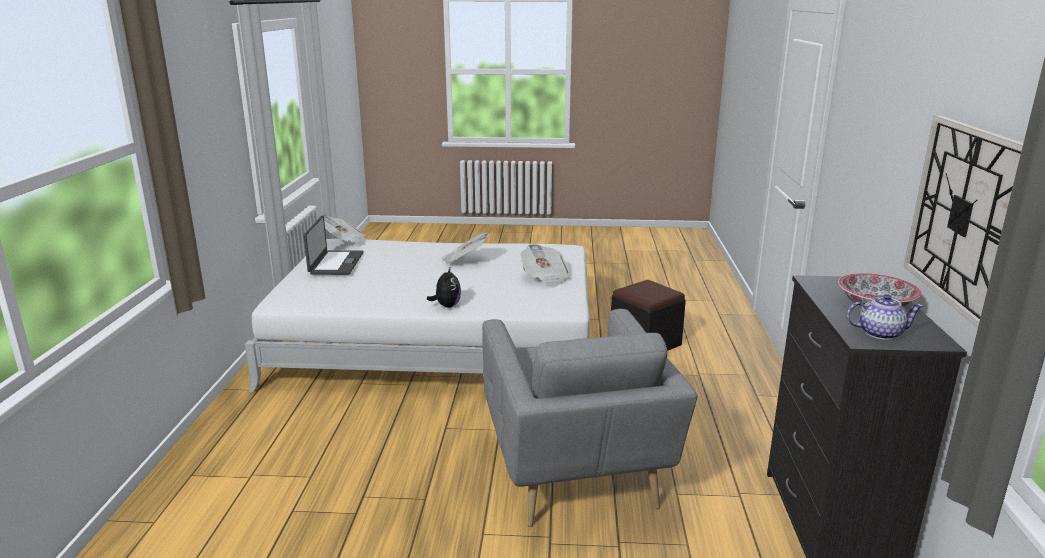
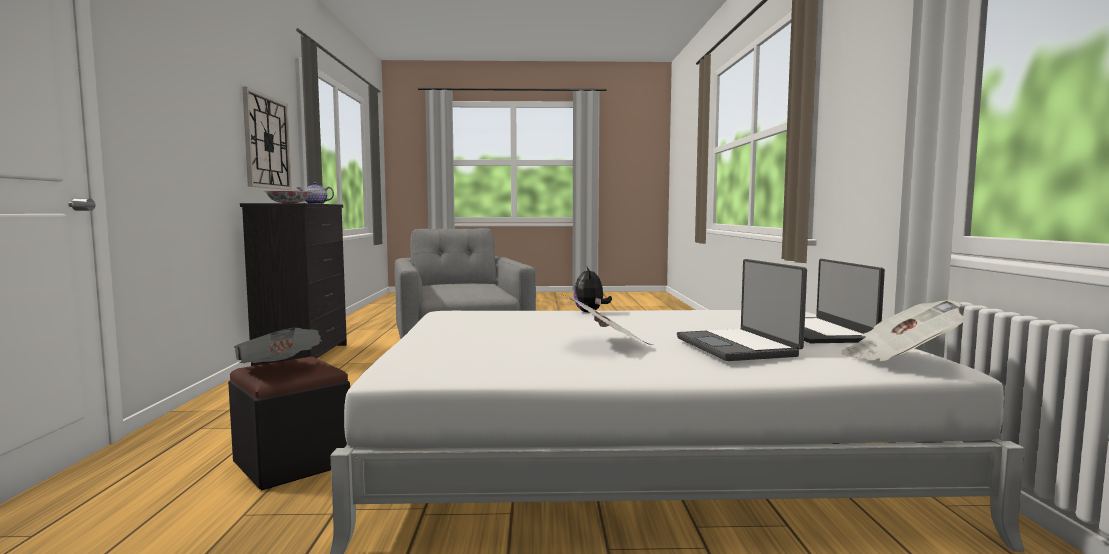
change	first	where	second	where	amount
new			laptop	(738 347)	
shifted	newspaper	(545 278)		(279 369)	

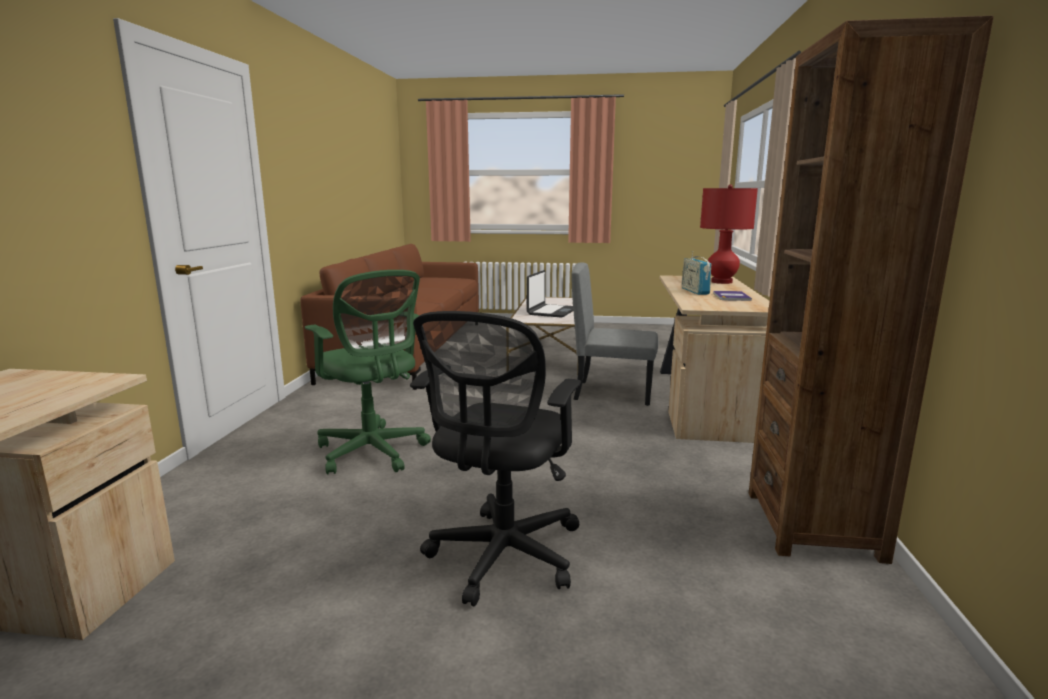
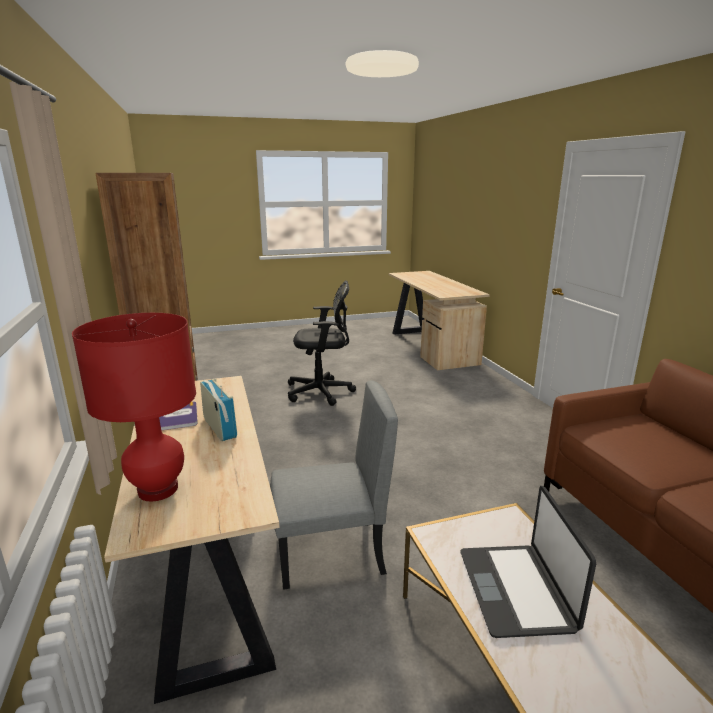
change	first	where	second	where	amount
gone	green office chair	(373 453)			
rotated	black office chair	(501 558)		(322 392)	90 degrees clockwise

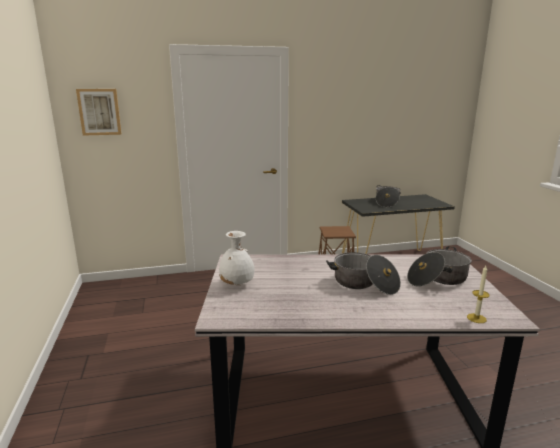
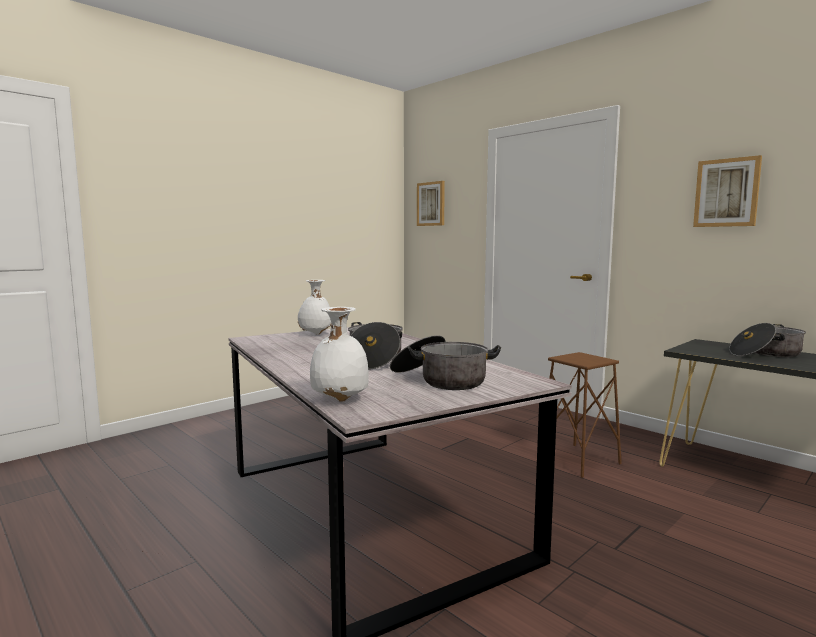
change	first	where	second	where	amount
new			picture	(726 193)	
swapped	candle	(476 318)	white vase	(339 399)	

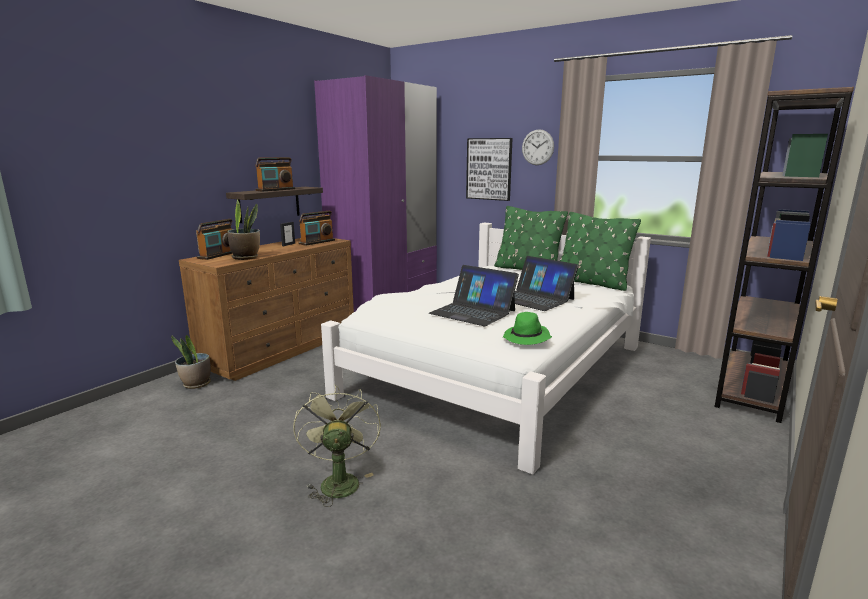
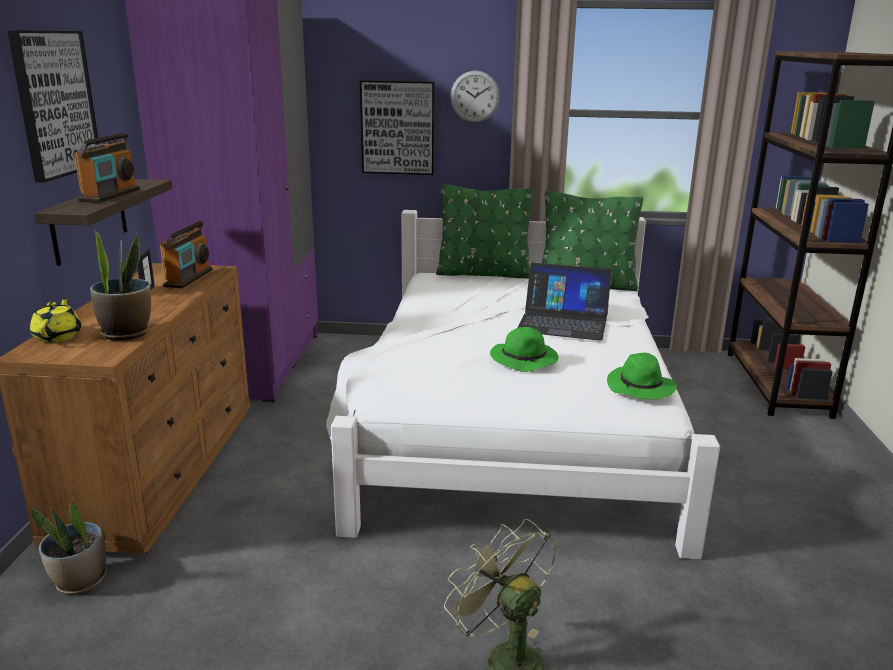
change	first	where	second	where	amount
new			picture	(54 104)	
swapped	radio	(218 255)	yellow teapot	(58 336)	
swapped	laptop	(473 312)	green hat	(525 359)	

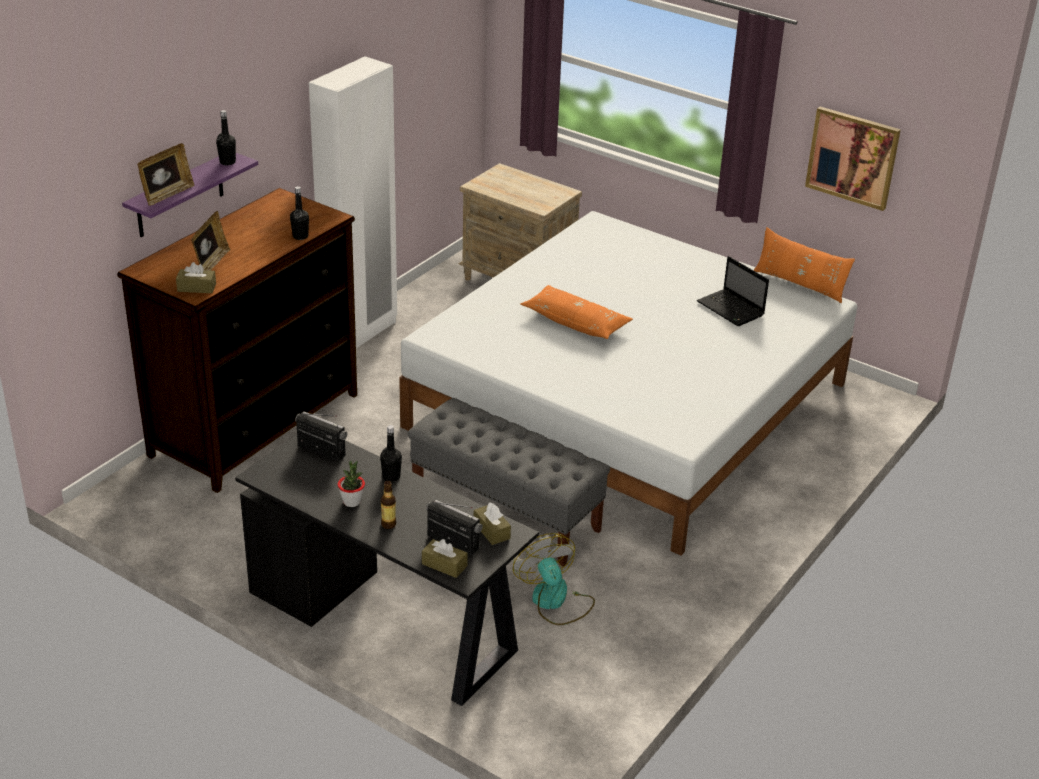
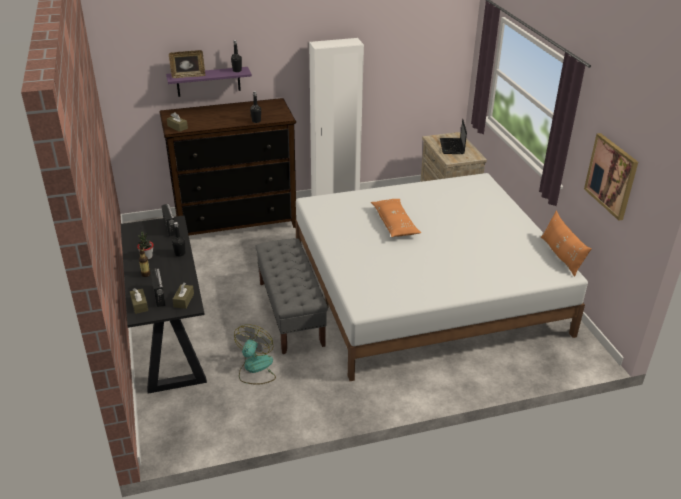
change	first	where	second	where	amount
gone	picture frame	(211 263)			
shifted	laptop	(731 309)		(452 147)	

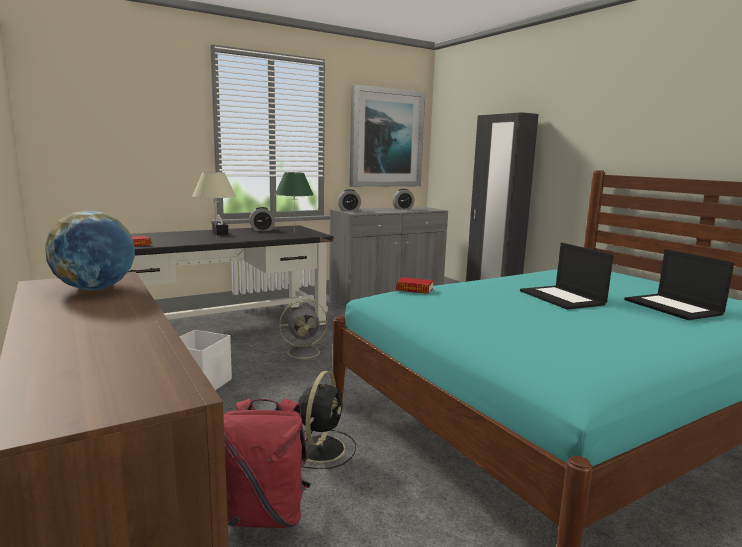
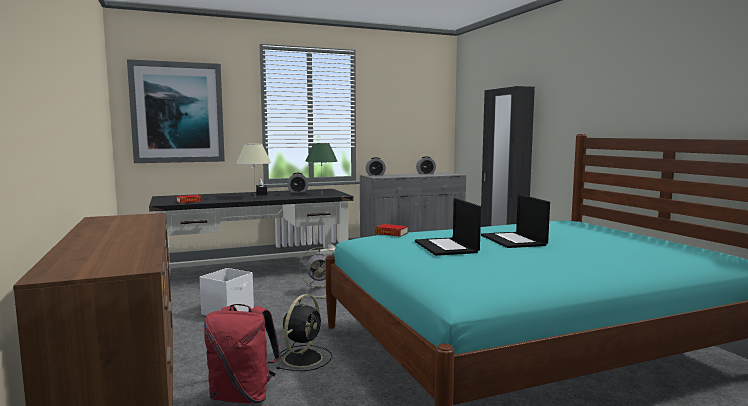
change	first	where	second	where	amount
gone	globe	(95 289)			
shifted	picture	(386 138)		(177 112)	
shifted	laptop	(674 307)		(446 247)	

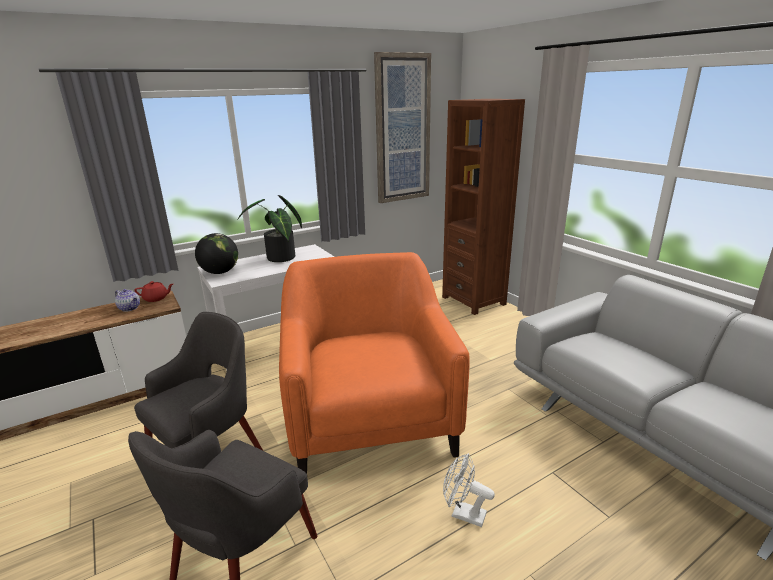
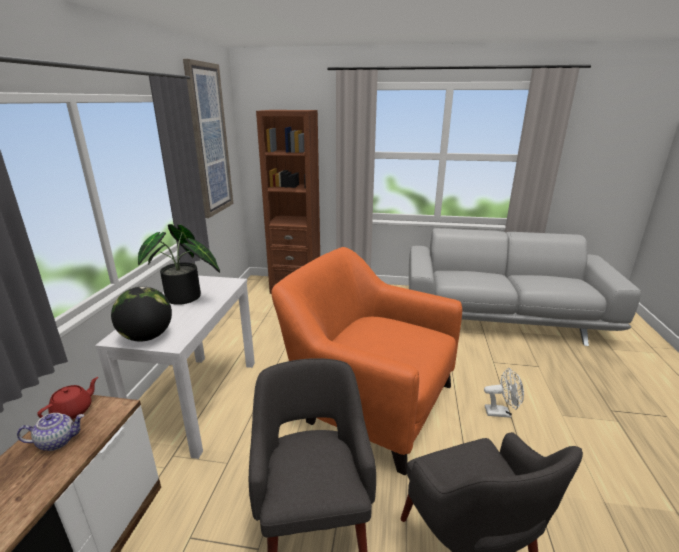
change	first	where	second	where	amount
rotated	white fan	(463 514)		(501 412)	150 degrees counterclockwise

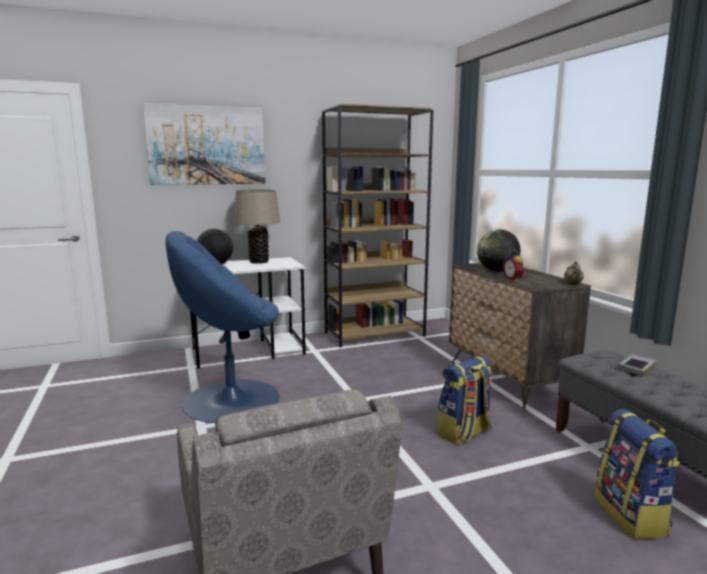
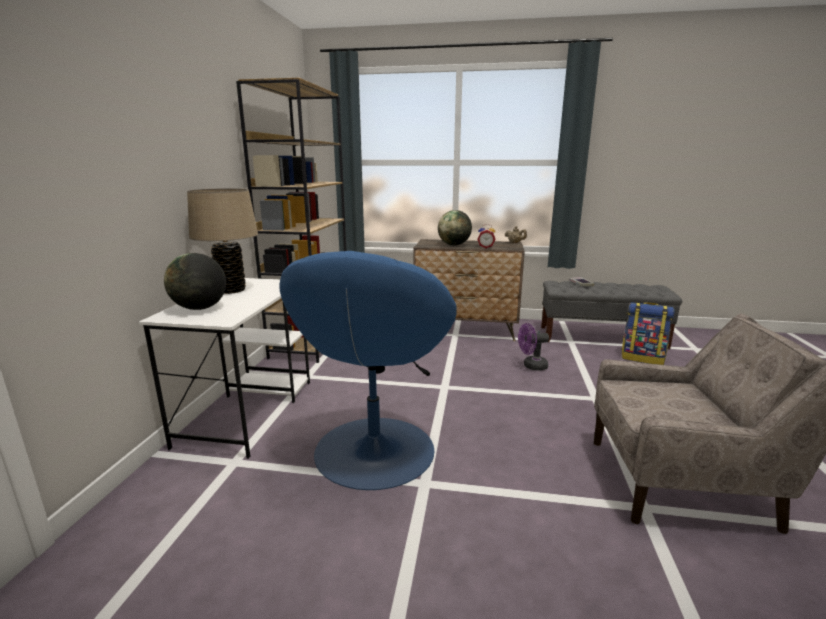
change	first	where	second	where	amount
gone	picture	(207 145)			
swapped	backpack	(464 433)	purple fan	(531 366)	

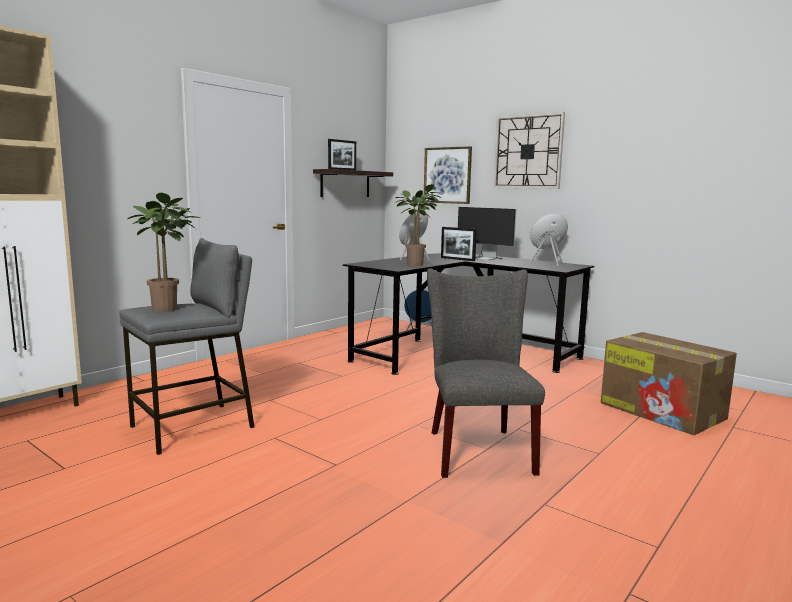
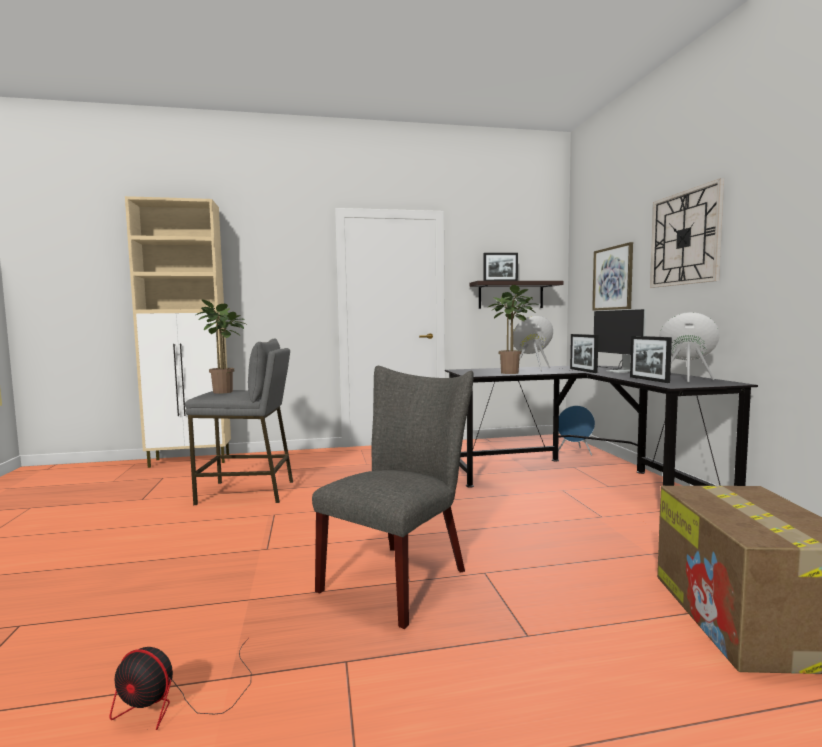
change	first	where	second	where	amount
new			fan	(179 701)	
new			picture frame	(648 380)	

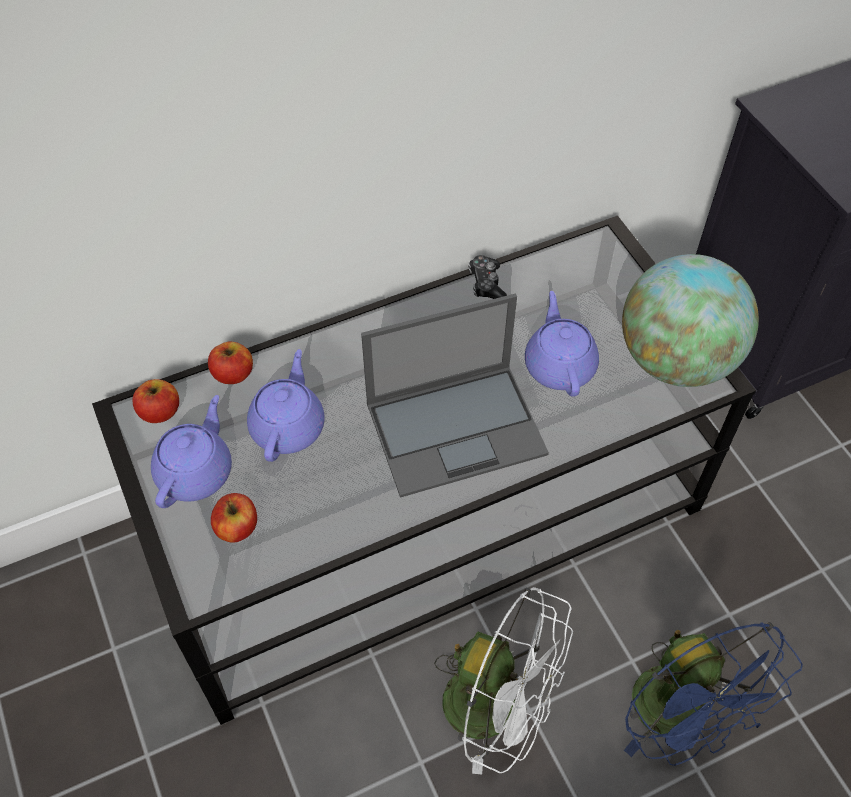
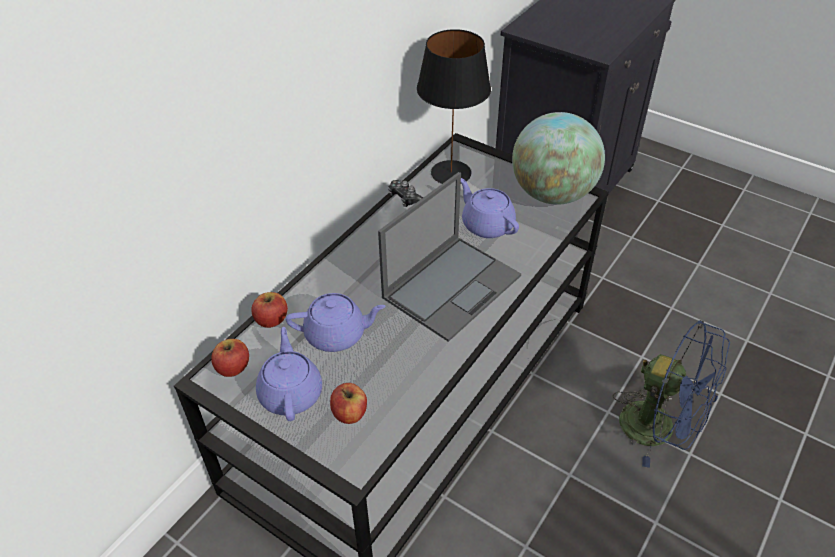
change	first	where	second	where	amount
gone	white fan	(497 708)			
new			black table lamp	(451 173)	
rotated	purple teapot	(288 426)		(337 334)	105 degrees clockwise

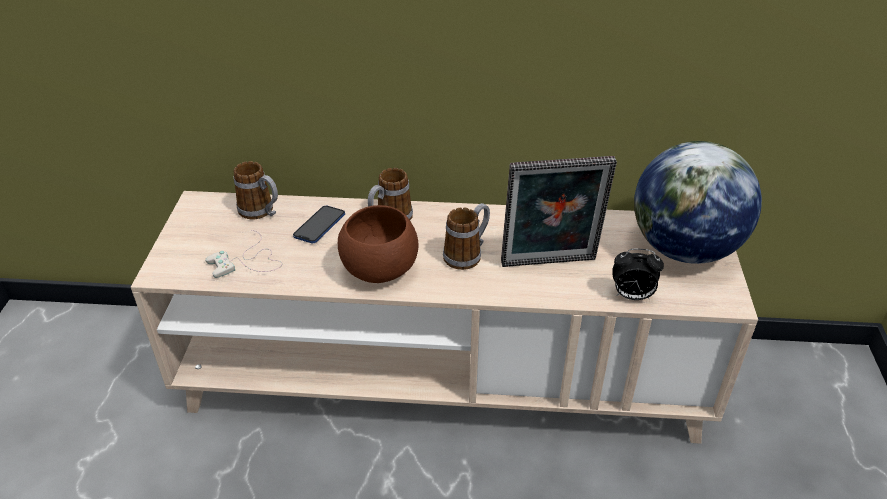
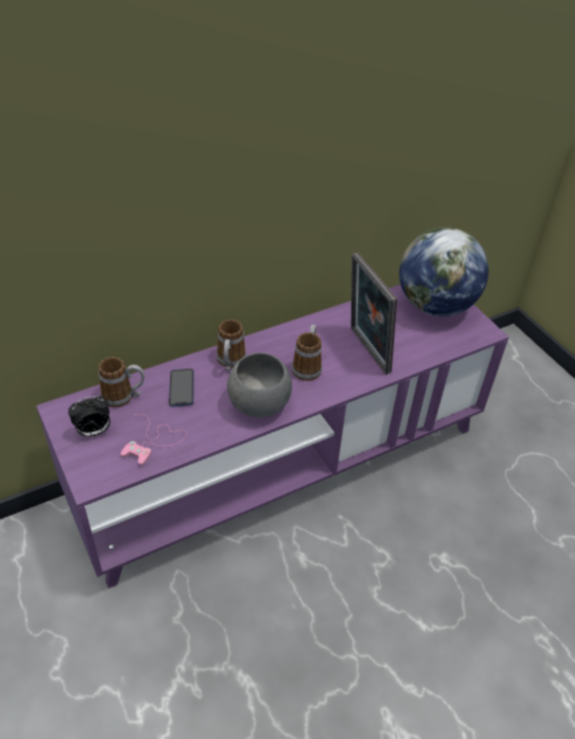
change	first	where	second	where	amount
shifted	alarm clock	(631 296)		(94 432)	
repainted	beige tv stand	(443 378)	purple tv stand	(282 466)	
repainted	white game controller	(247 261)	pink game controller	(153 441)	
repainted	brown bowl	(379 270)	grey bowl	(258 404)	
rotated	picture frame	(549 264)		(366 351)	105 degrees clockwise

